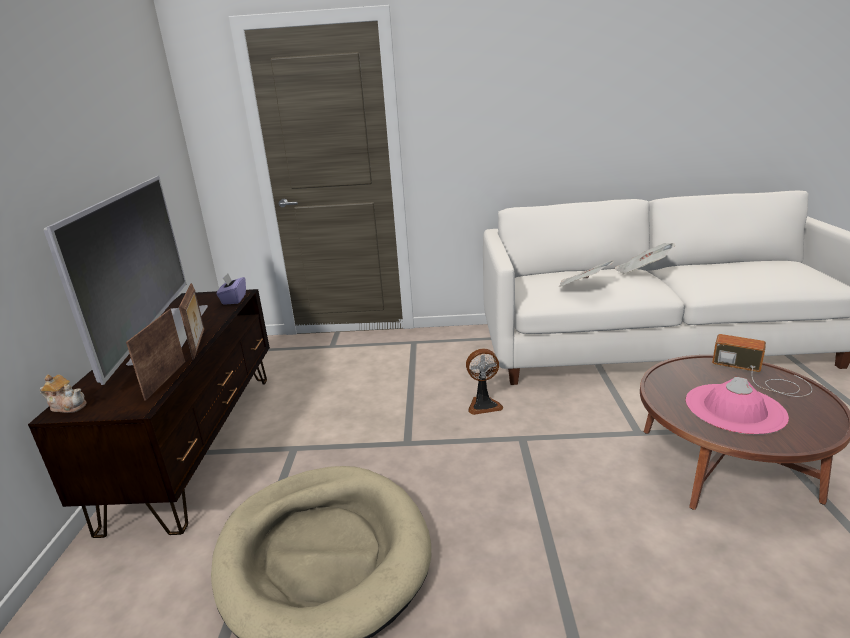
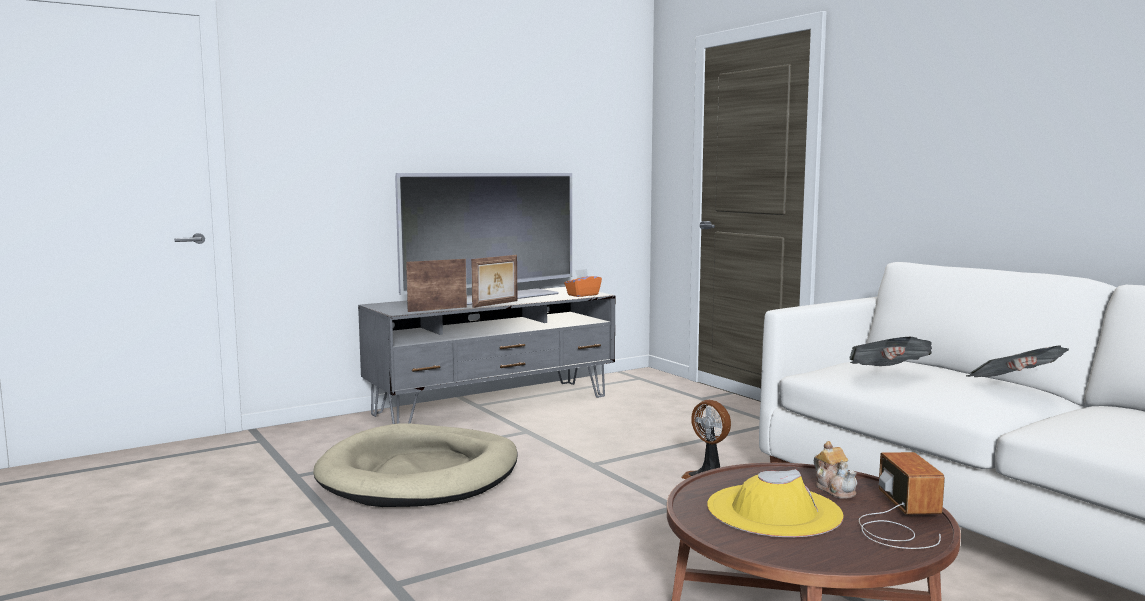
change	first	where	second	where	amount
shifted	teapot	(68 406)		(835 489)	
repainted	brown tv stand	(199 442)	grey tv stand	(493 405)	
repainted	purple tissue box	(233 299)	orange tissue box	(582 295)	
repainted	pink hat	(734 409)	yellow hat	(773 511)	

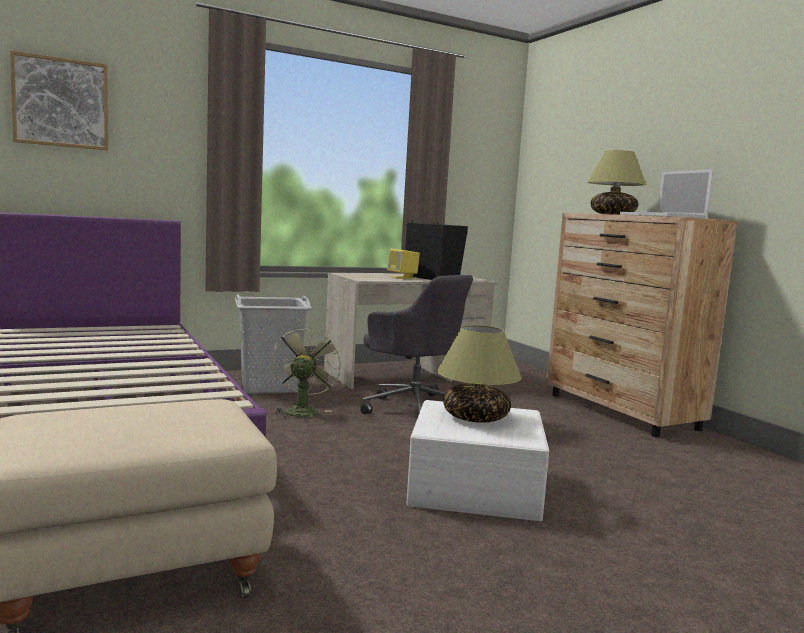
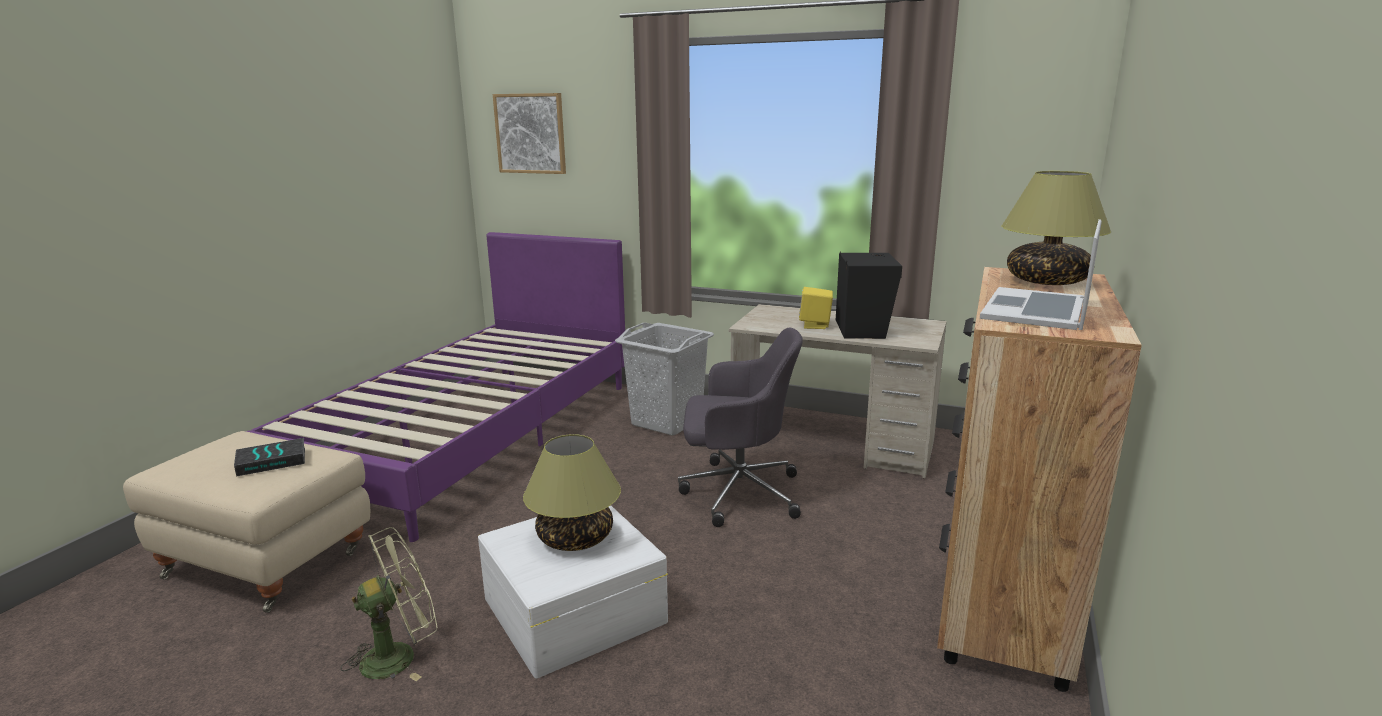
change	first	where	second	where	amount
new			book	(272 461)	
shifted	green fan	(302 410)		(399 655)	
rotated	grey office chair	(414 408)		(737 492)	90 degrees counterclockwise

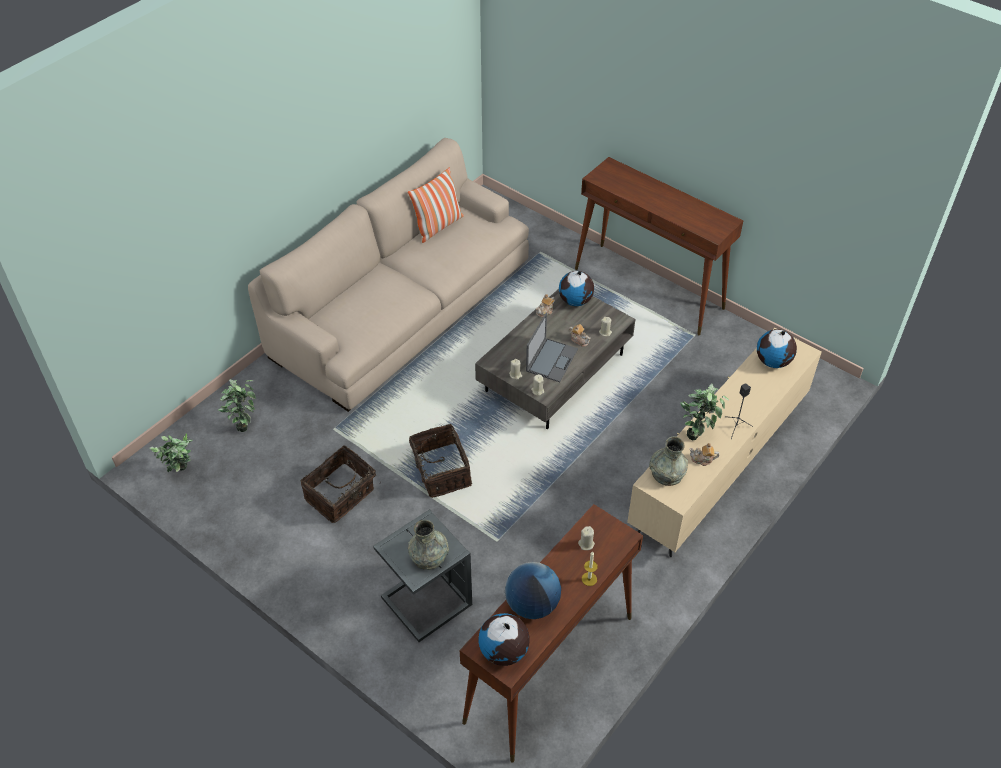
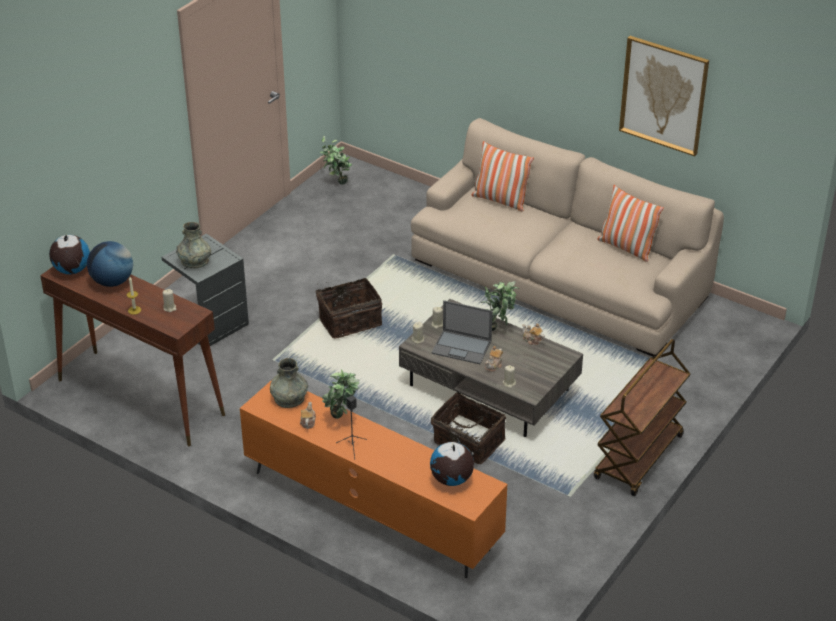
change	first	where	second	where	amount
gone	globe	(576 301)			
new			pillow	(500 200)	
new			picture	(663 95)	
shifted	potted plant	(243 423)		(498 328)	
shifted	basket	(341 495)		(467 442)	
swapped	brown console table	(649 288)	brown cart	(639 458)	
repainted	beige tv stand	(718 467)	orange tv stand	(372 510)	

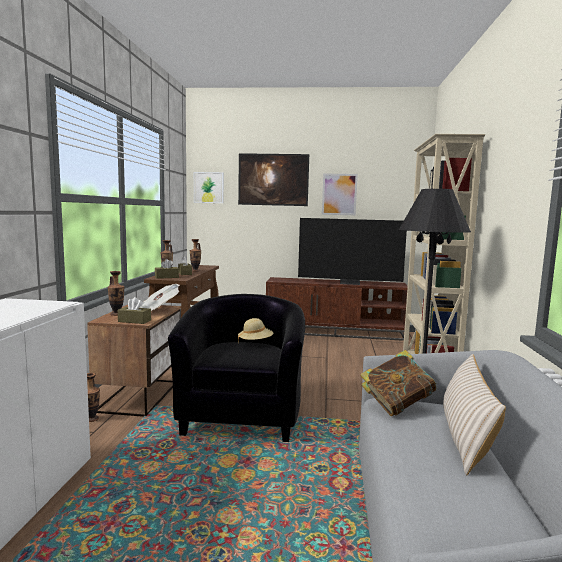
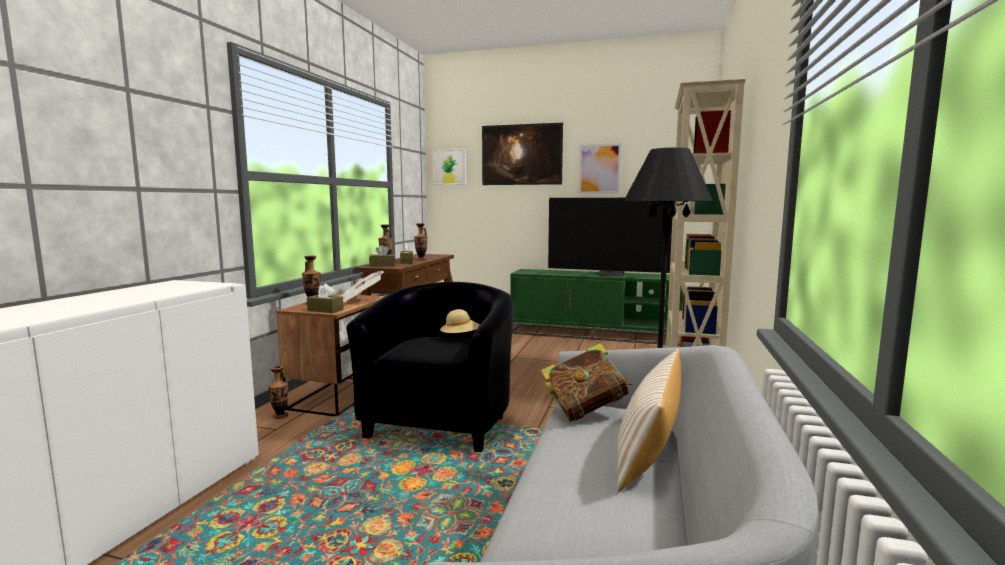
change	first	where	second	where	amount
repainted	brown tv stand	(335 332)	green tv stand	(594 334)	

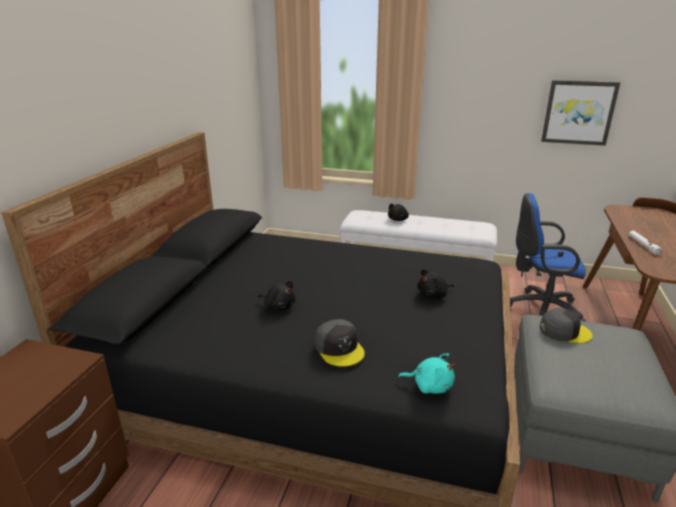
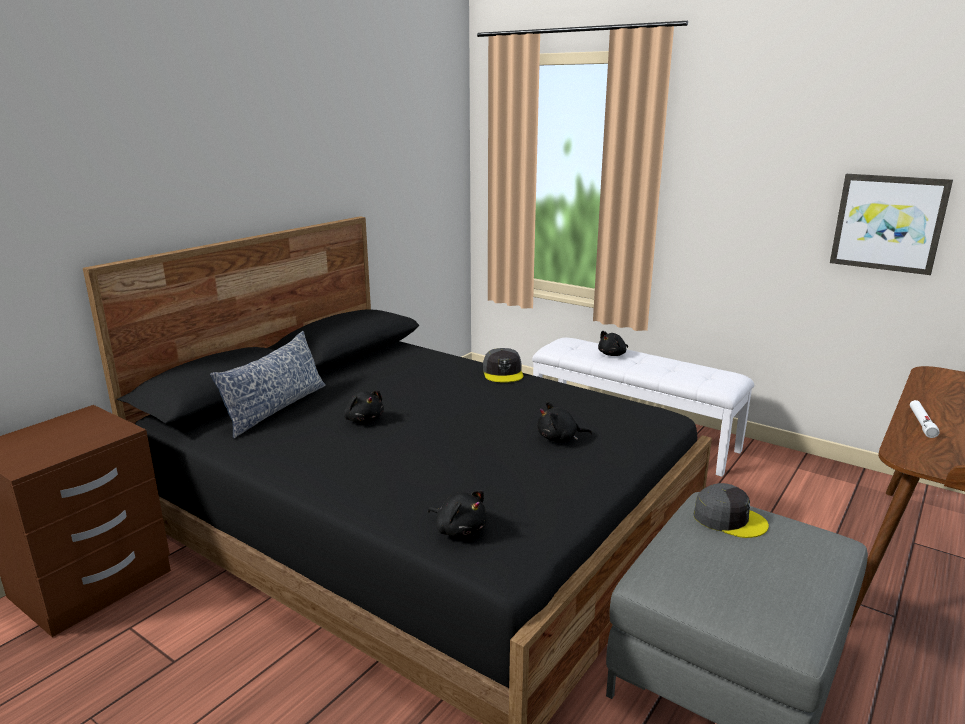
change	first	where	second	where	amount
gone	blue office chair	(539 309)			
new			pillow	(275 408)	
shifted	grey cap	(339 348)		(503 373)	
repainted	turquoise plush toy	(430 385)	black plush toy	(459 529)	

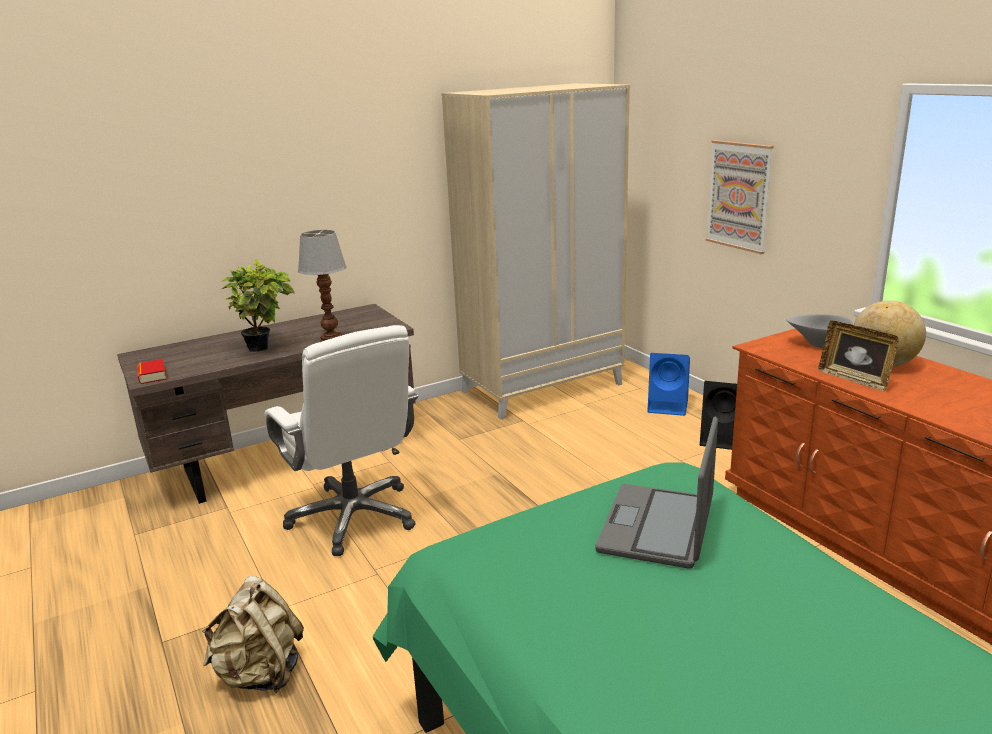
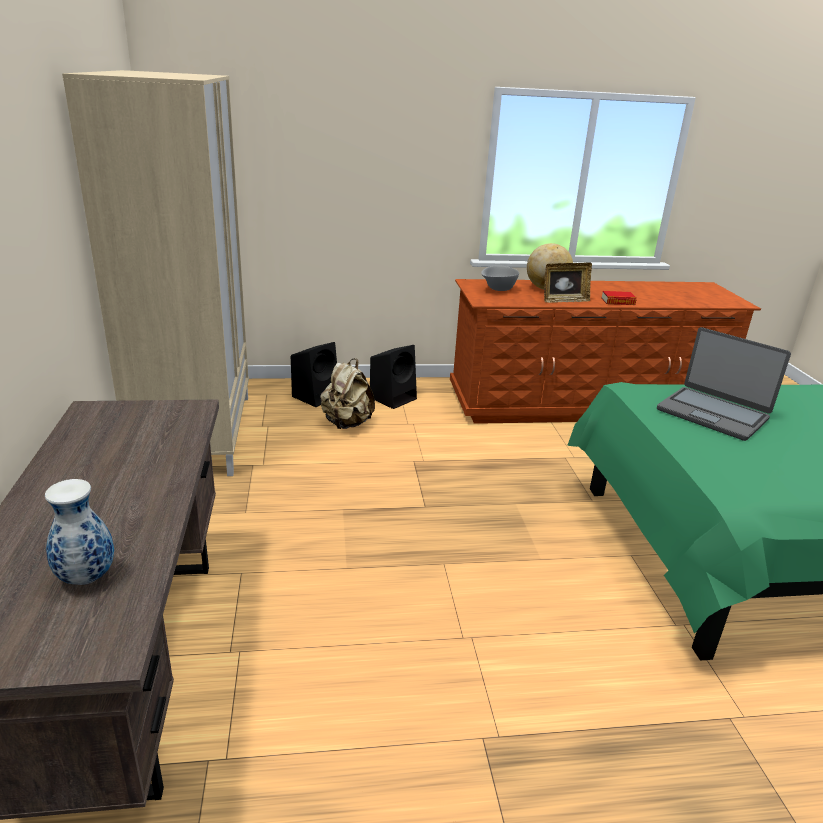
change	first	where	second	where	amount
gone	potted plant	(265 348)			
gone	white office chair	(354 517)			
gone	table lamp	(331 338)			
gone	picture	(739 195)			
new			vase	(85 577)	
shifted	book	(152 375)		(618 301)	
shifted	beige backpack	(260 674)		(346 423)	
repainted	blue speaker	(669 406)	black speaker	(316 396)	

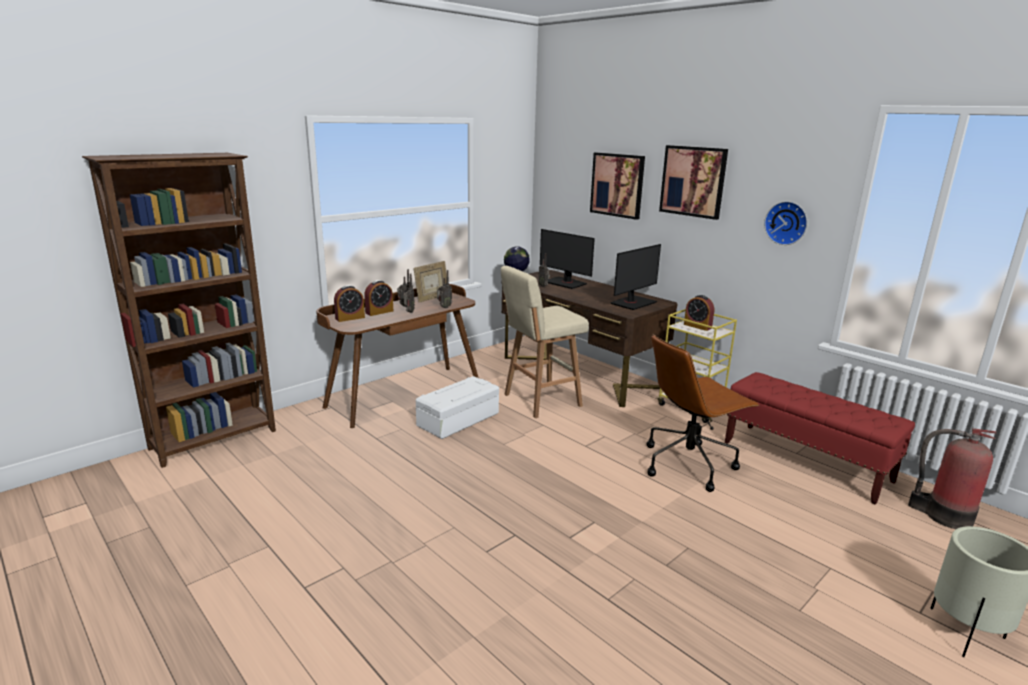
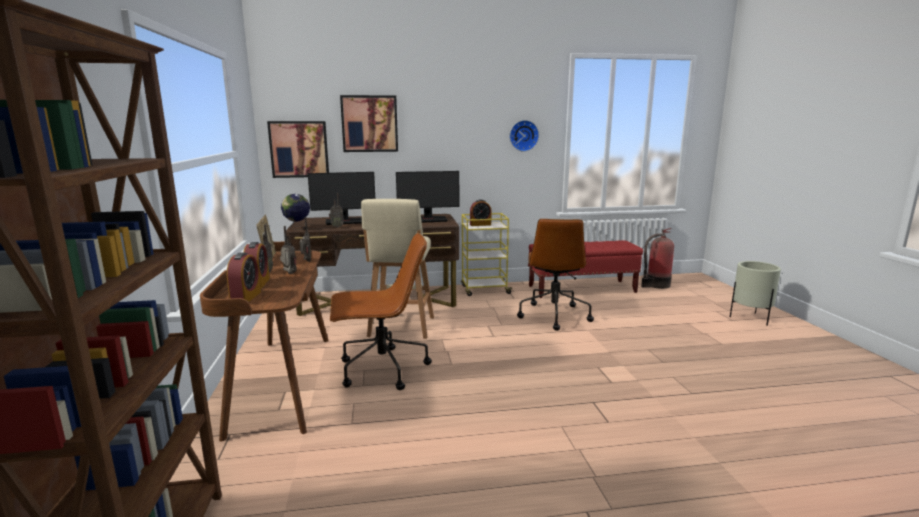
change	first	where	second	where	amount
shifted	picture	(693 181)		(299 149)	
swapped	white storage box	(458 420)	brown office chair	(381 370)	
rotated	monitor	(633 303)		(428 219)	90 degrees clockwise

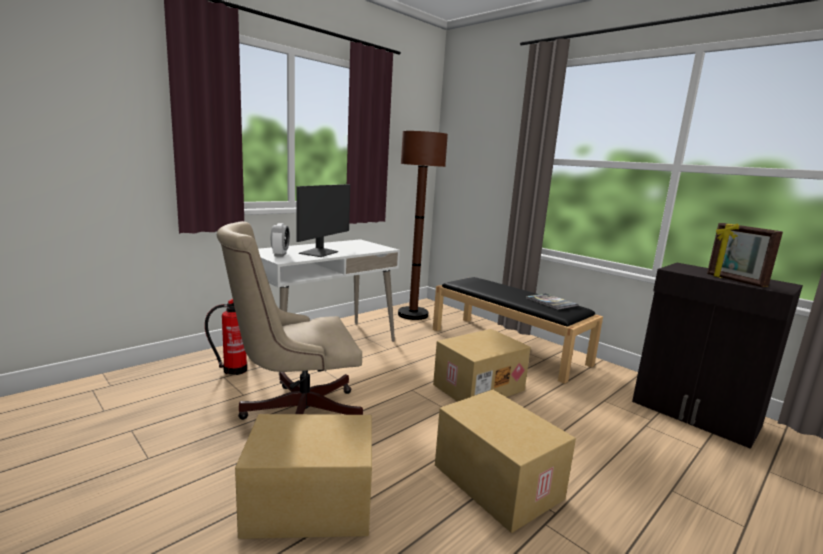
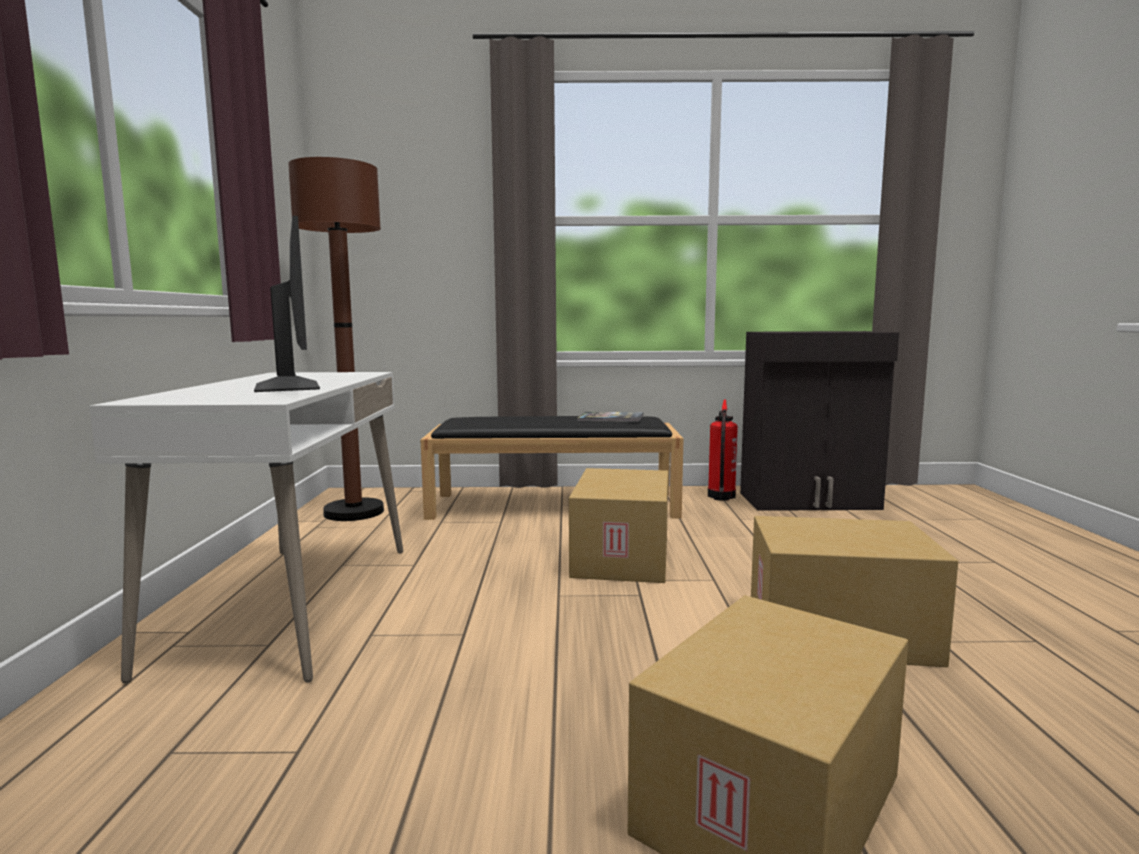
change	first	where	second	where	amount
gone	beige office chair	(295 413)			
gone	alarm clock	(280 254)			
gone	picture frame	(735 281)			
shifted	fire extinguisher	(232 370)		(720 497)	

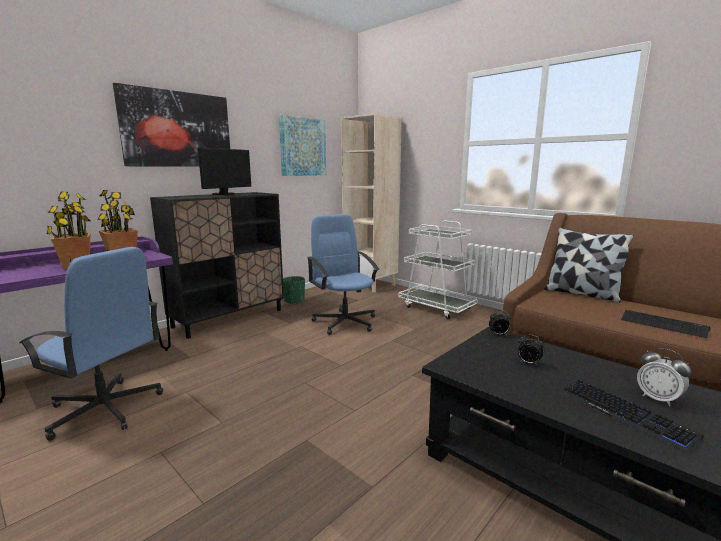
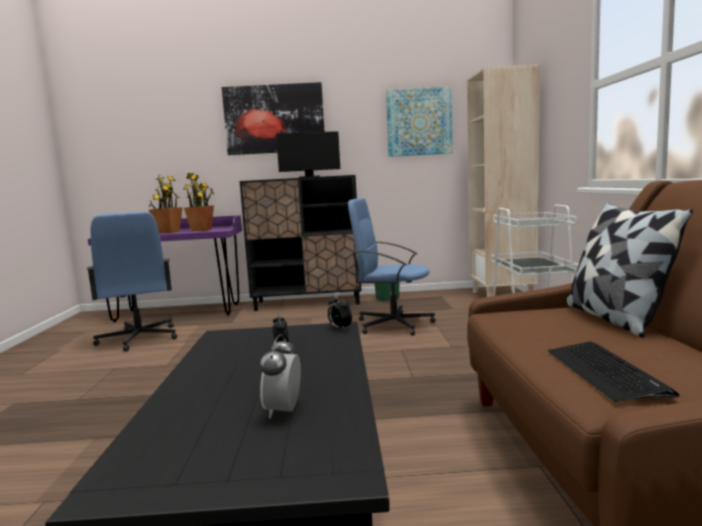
change	first	where	second	where	amount
gone	keyboard	(624 414)			
rotated	blue office chair	(345 322)		(392 324)	90 degrees counterclockwise

